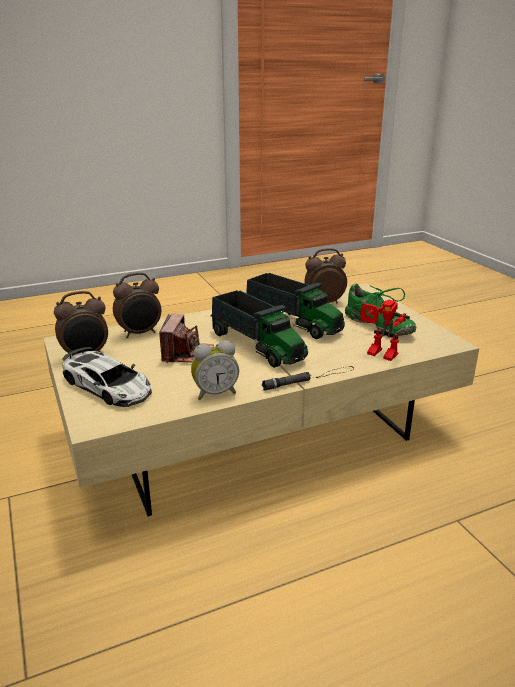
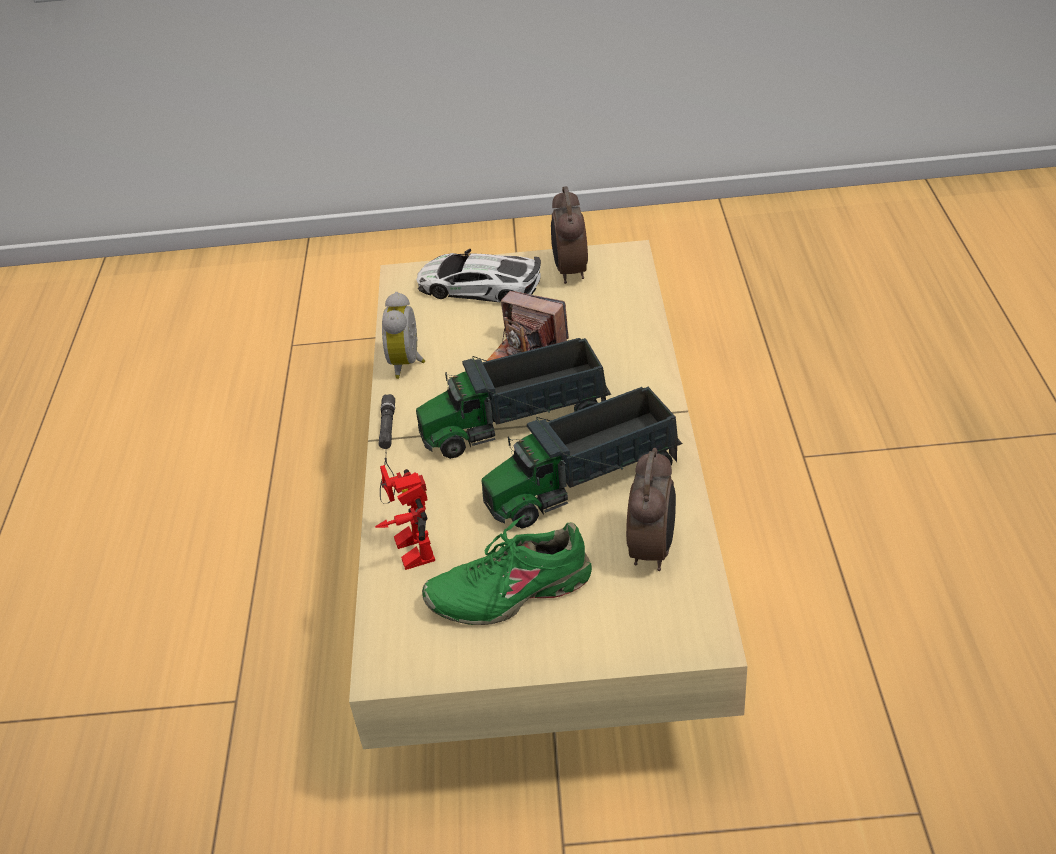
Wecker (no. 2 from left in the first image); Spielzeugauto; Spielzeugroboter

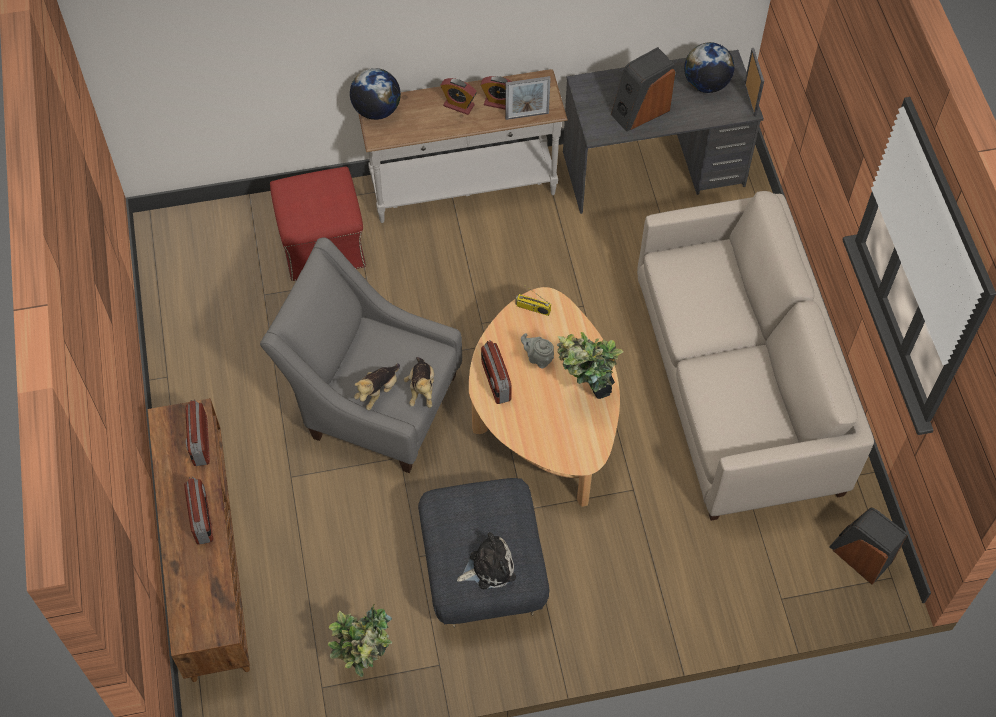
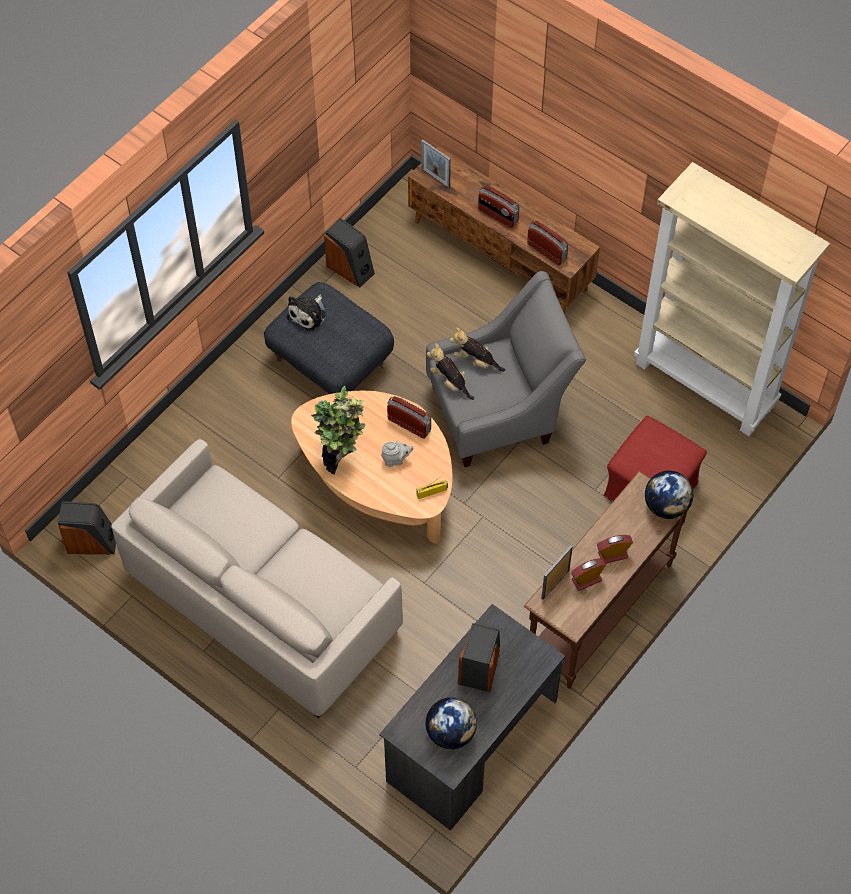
Bücherregal (beige); Bilderrahmen (no. 1 from left); Lautsprecher (no. 2 from left); Konsolentisch (braun); Plüschtier (no. 3 from left)

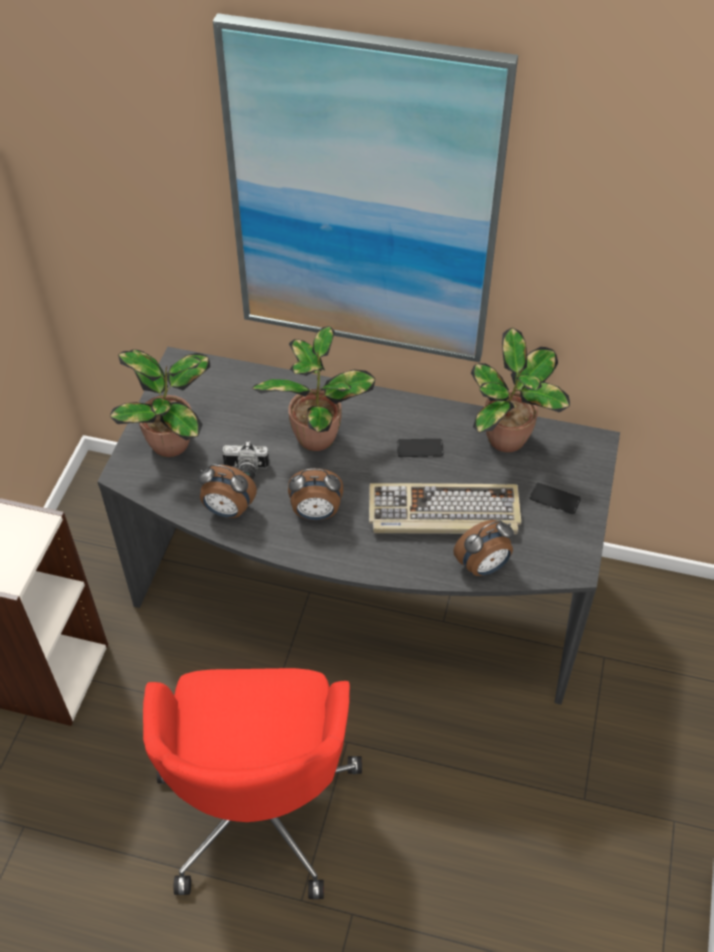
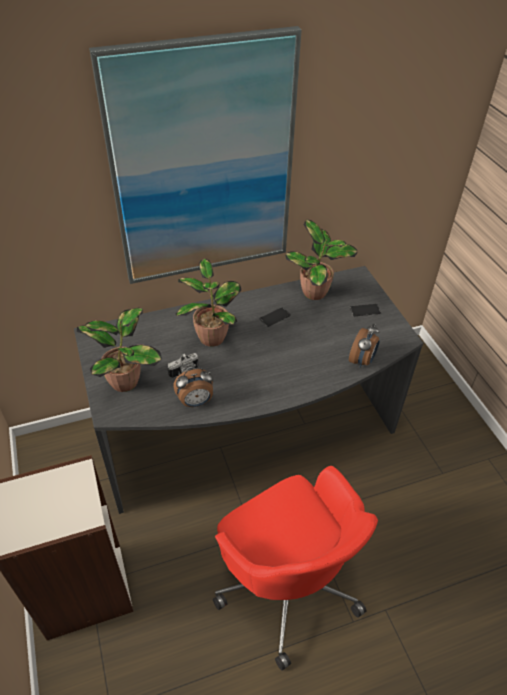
Wecker (no. 2 from left in the first image); Tastatur

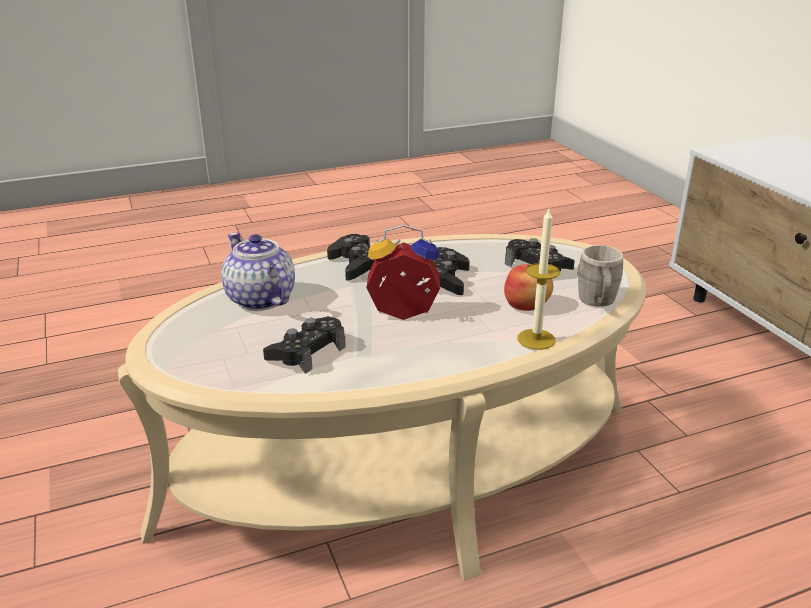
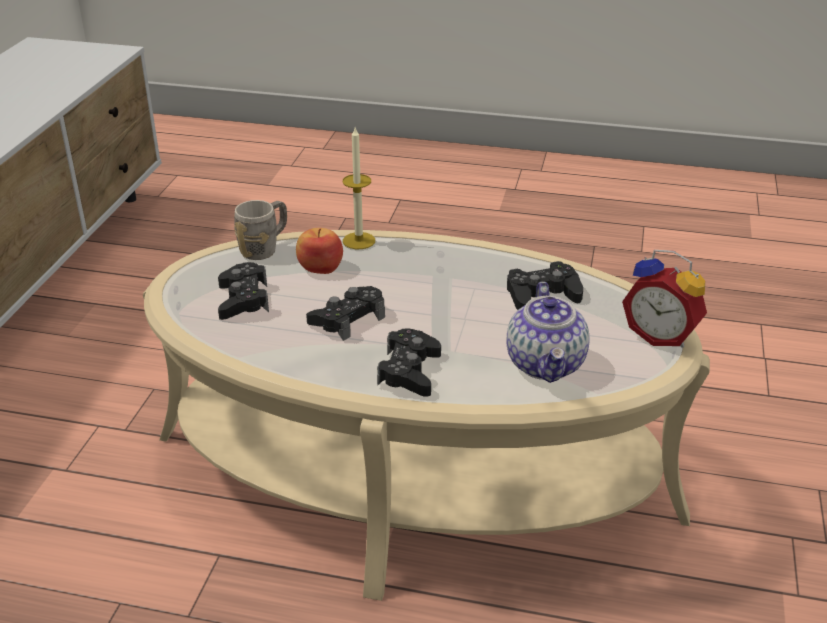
Wecker

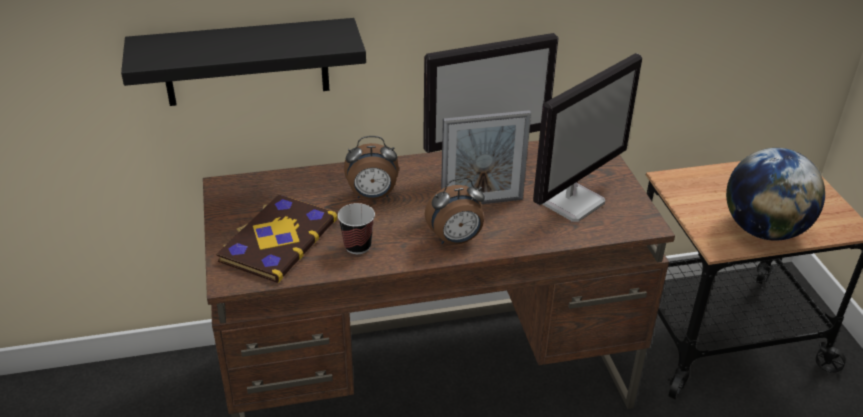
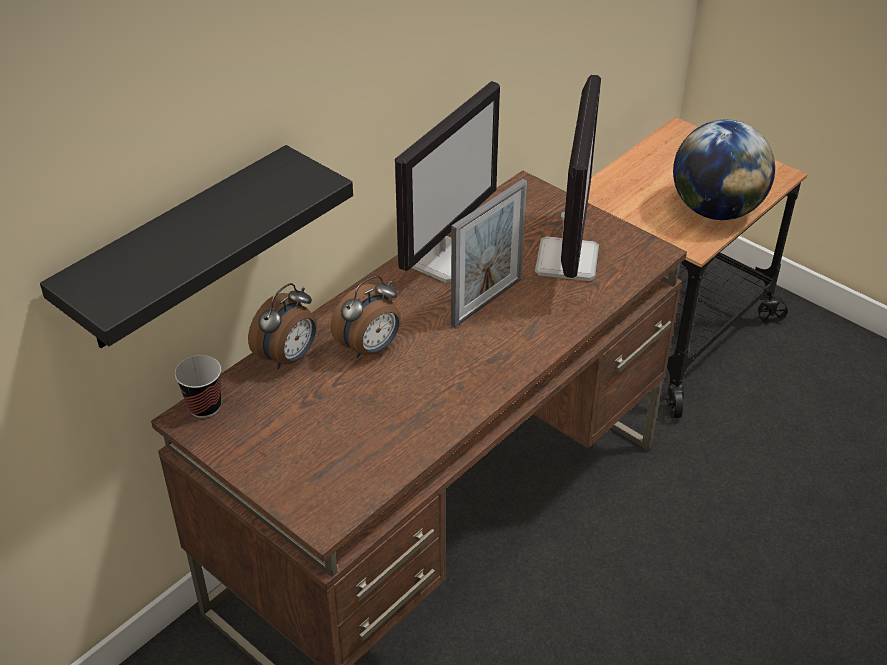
Buch; Tasse; Wecker (no. 1 from left)

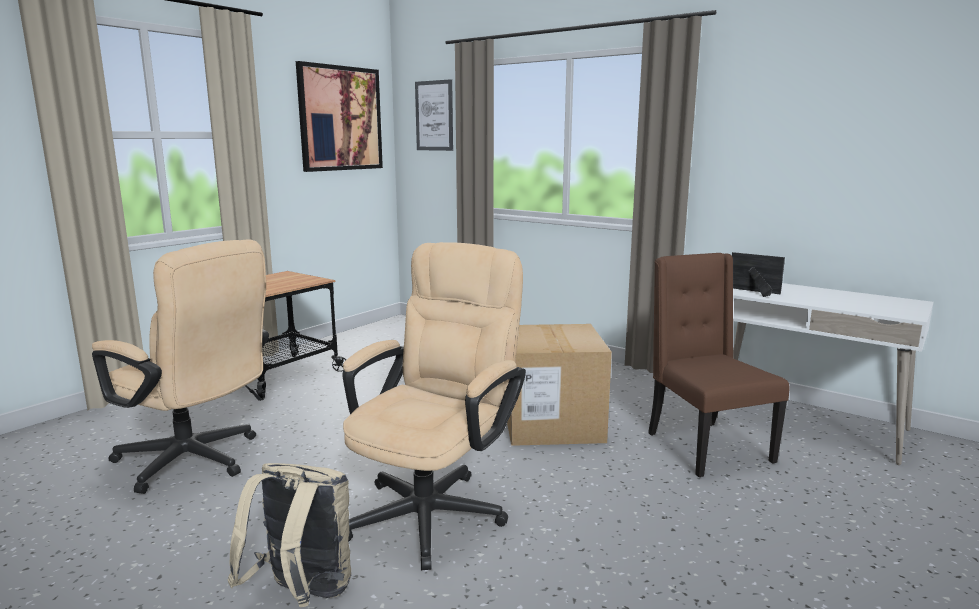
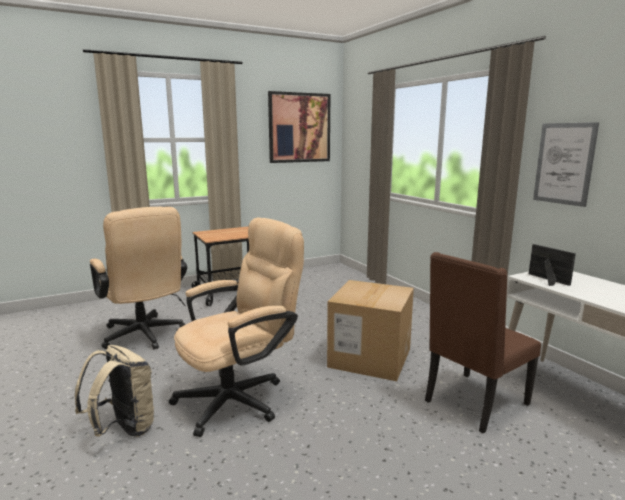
Bild (no. 2 from left); Stuhl (braun)

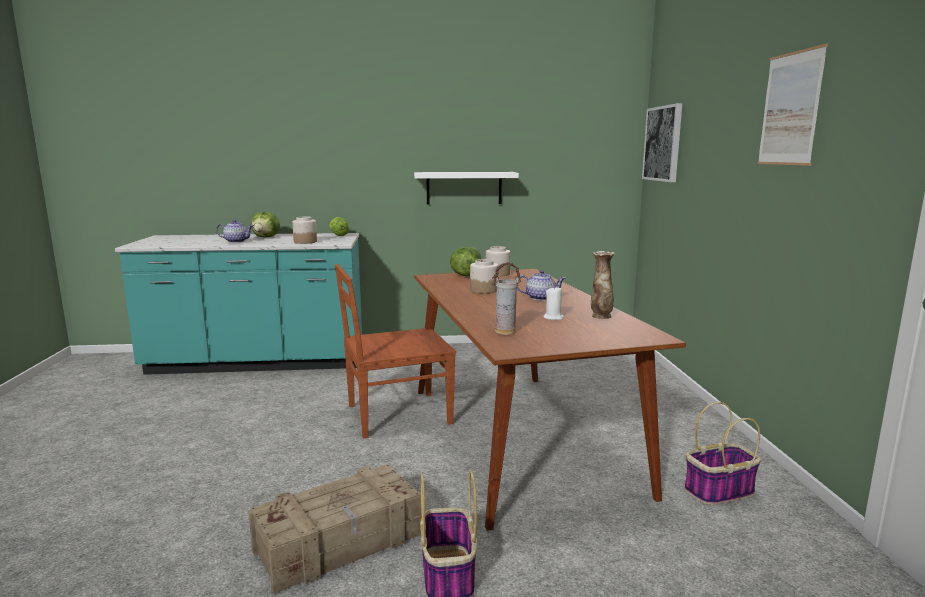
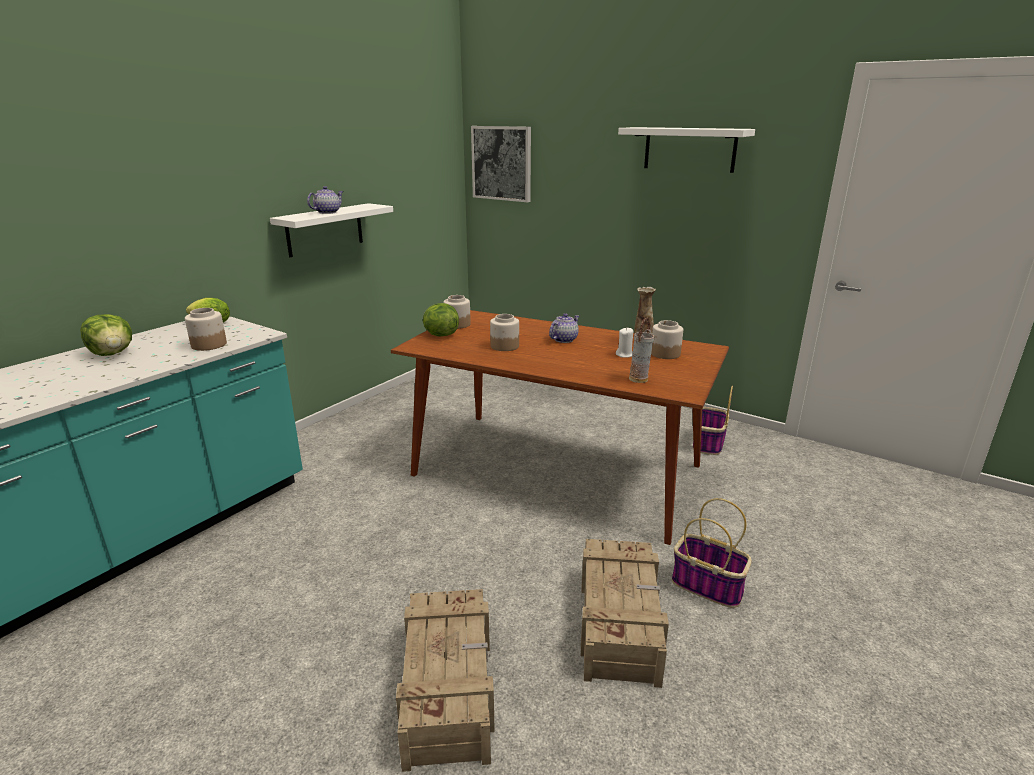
Stuhl (braun); Kiste (no. 1 from left); Vorratsglas (no. 4 from left); Teekanne (no. 1 from left); Wandregal (weiß) (no. 2 from left)

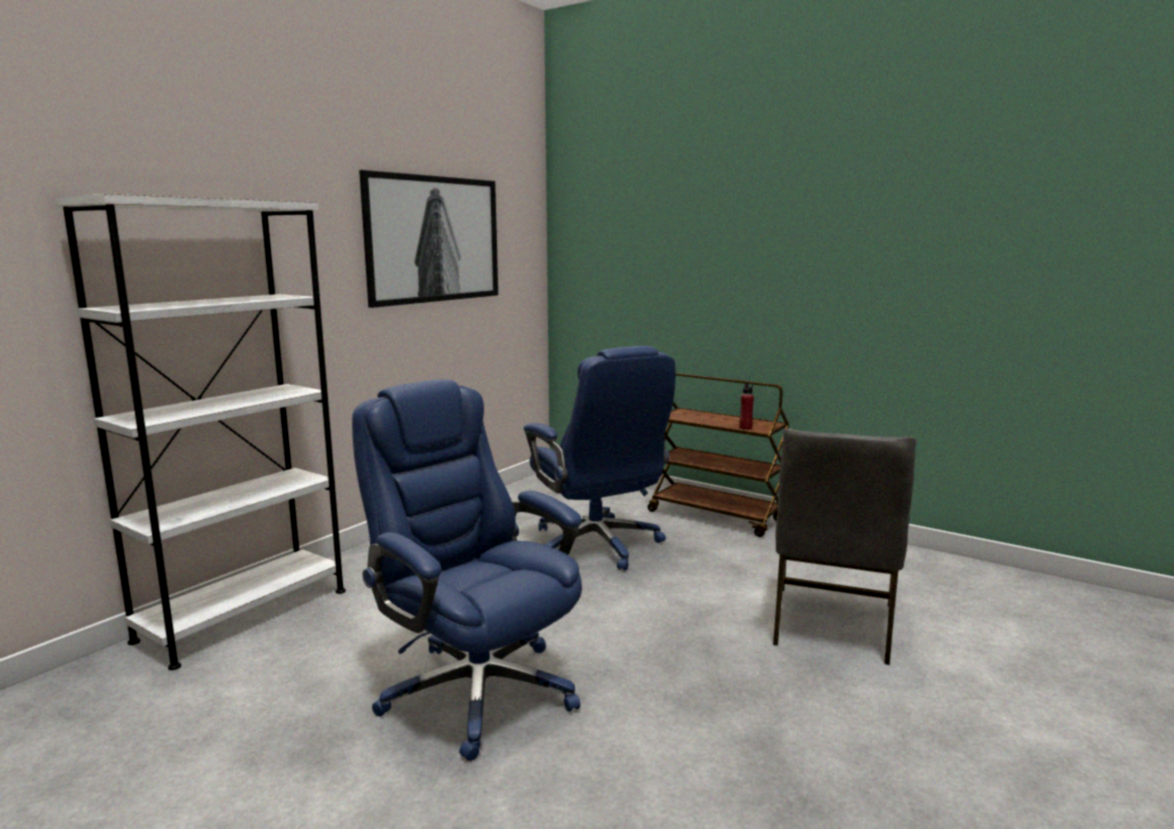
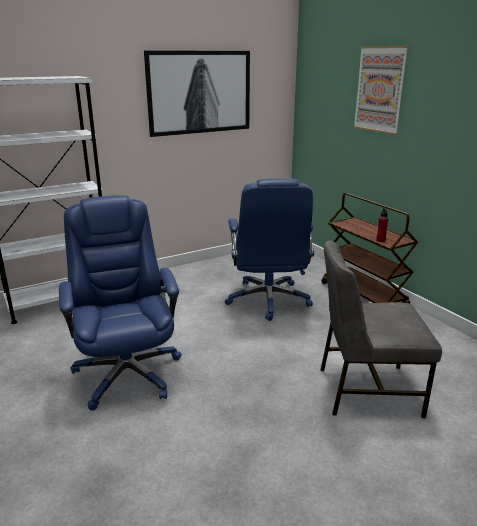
Bild (no. 2 from left); Stuhl (grau)

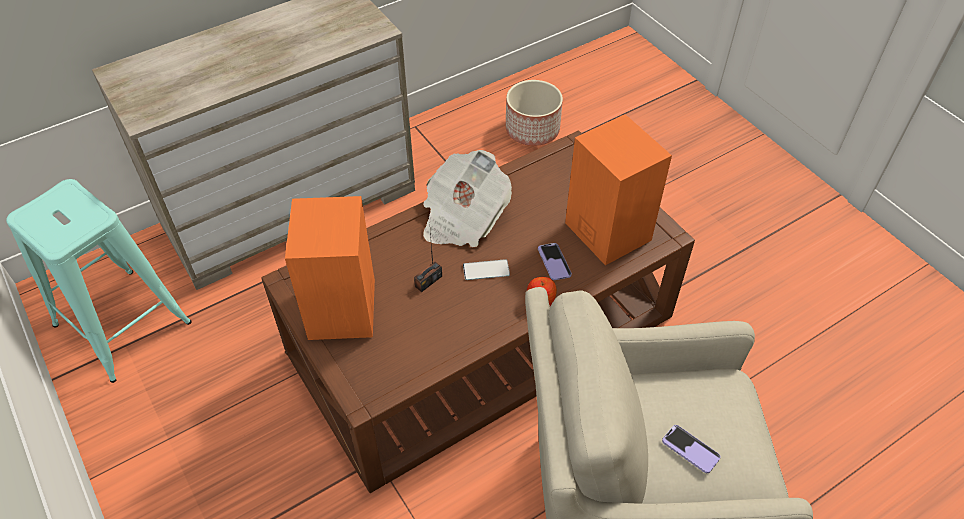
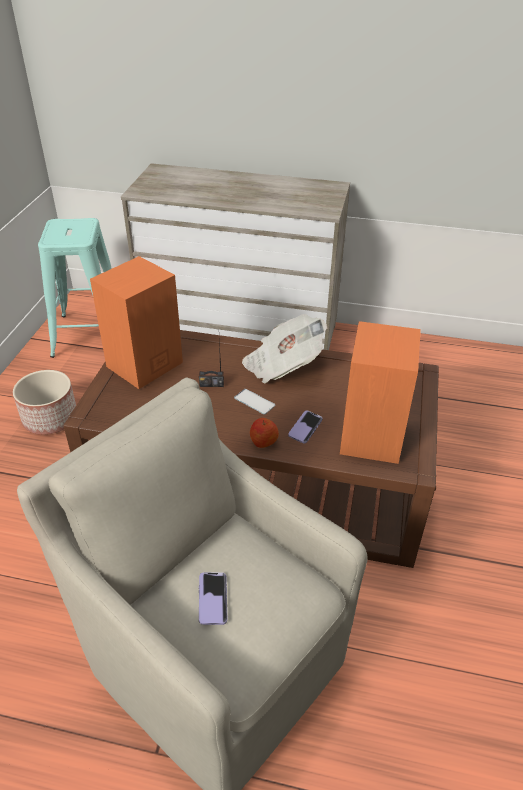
Pflanzkübel

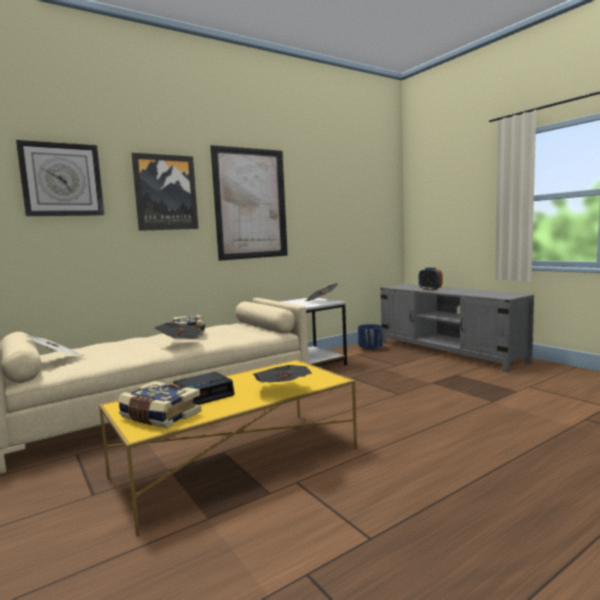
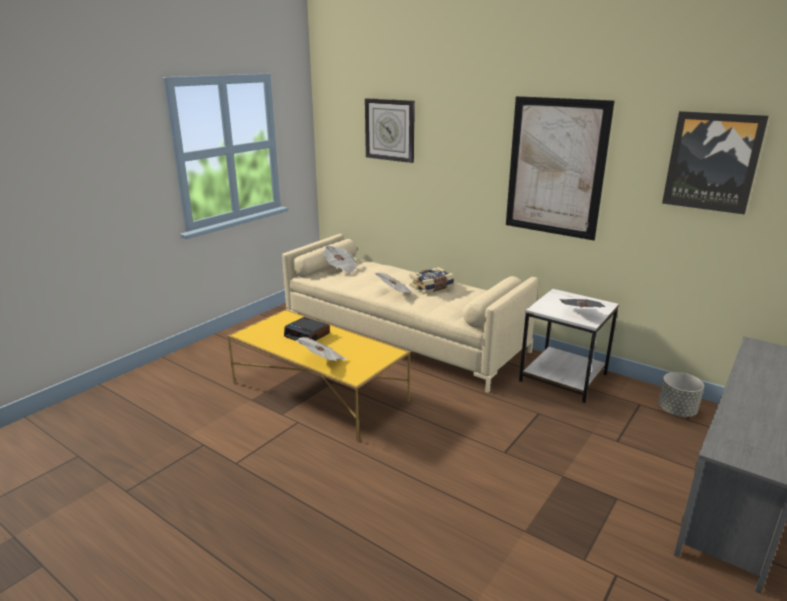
Buch (no. 1 from left in the first image); Wecker (no. 2 from left in the first image); Bild (no. 2 from left); Pflanzkübel (grau)

